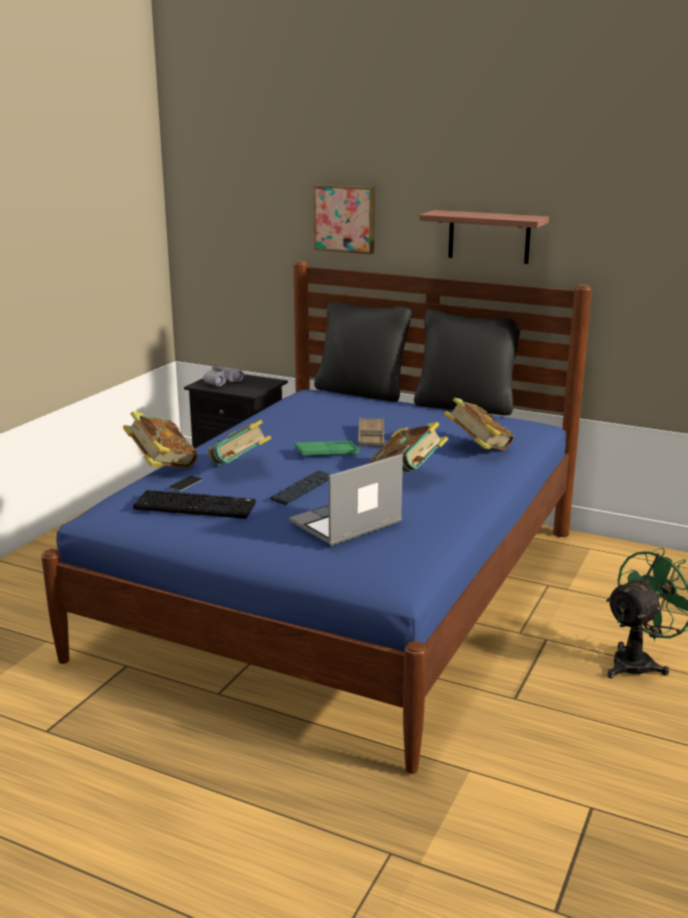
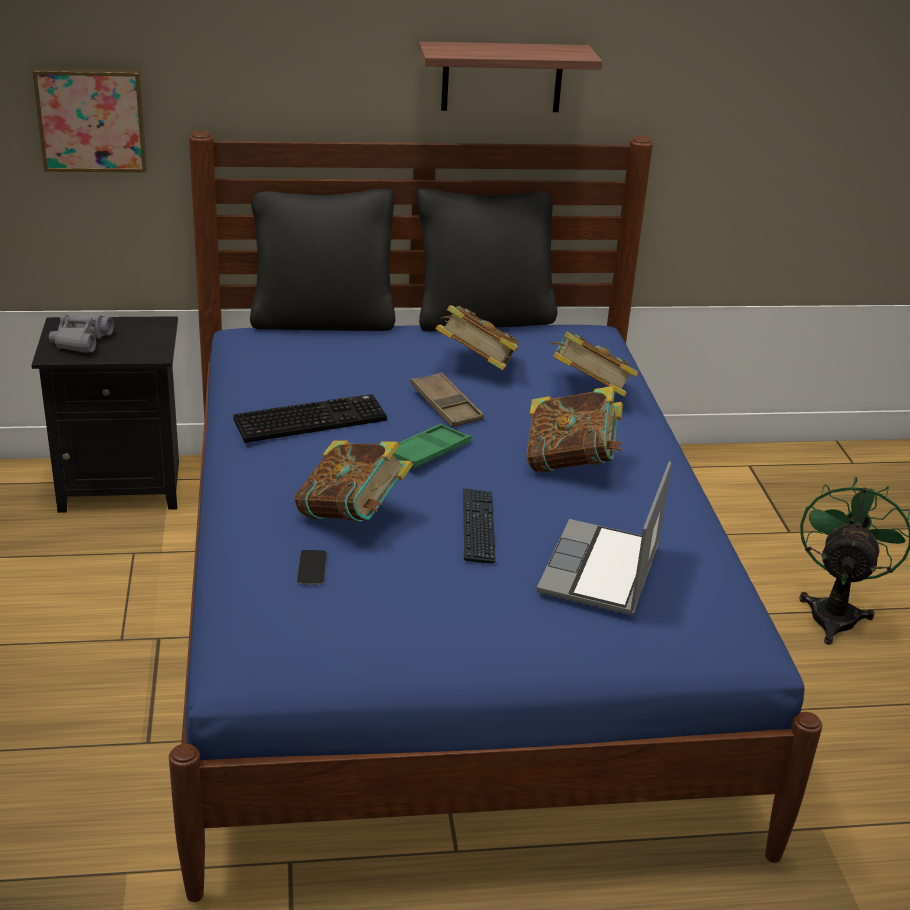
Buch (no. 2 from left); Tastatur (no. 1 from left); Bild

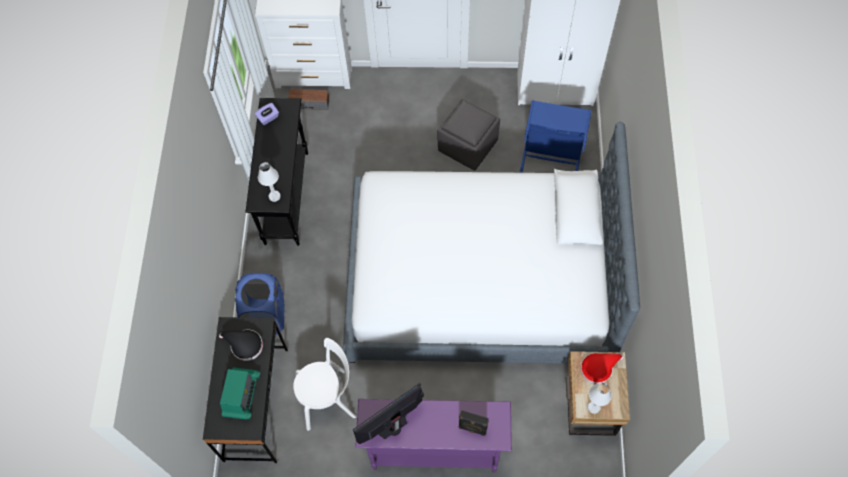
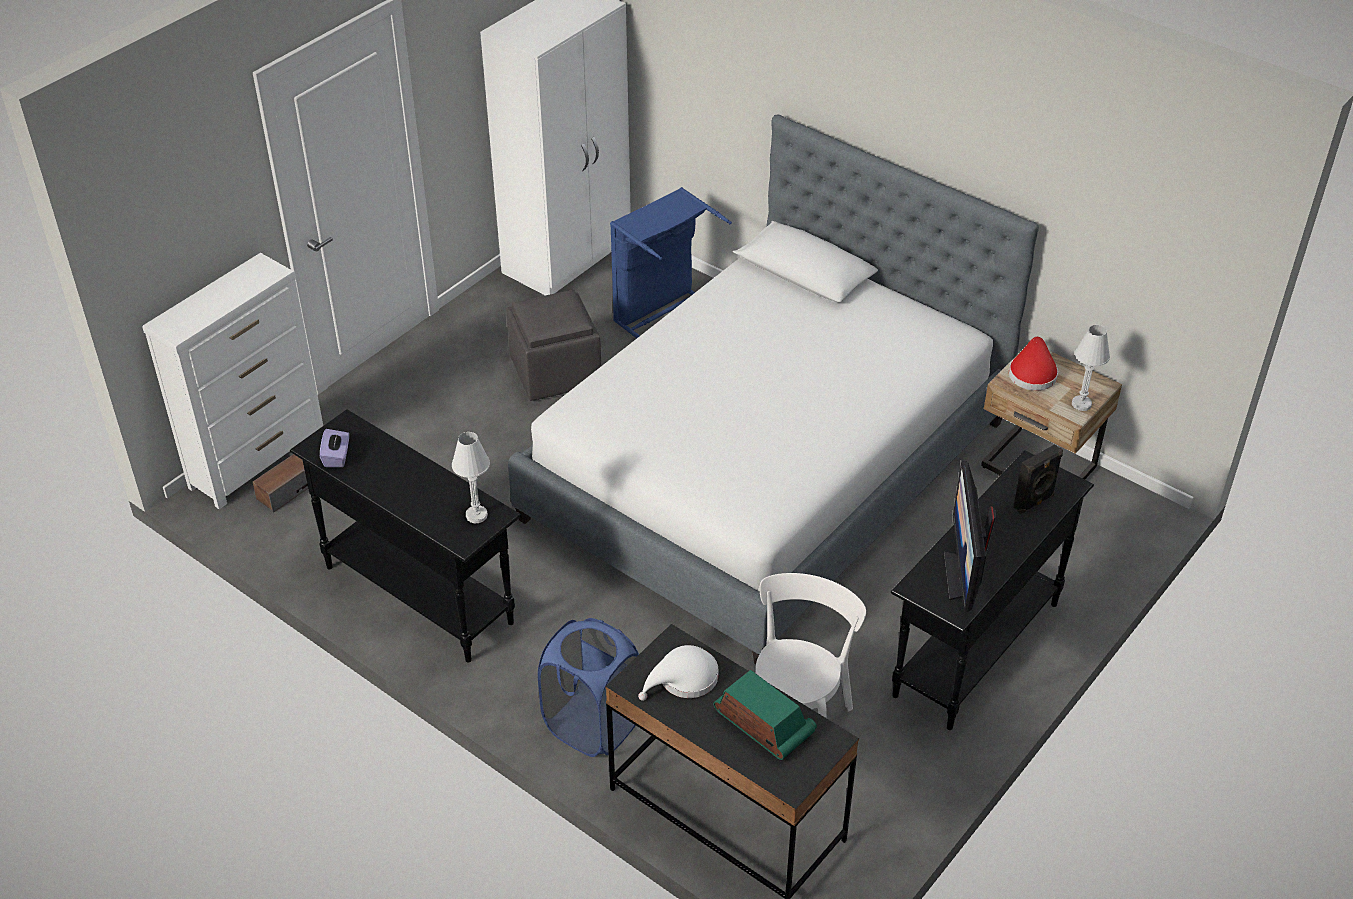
Hut (weiß); Konsolentisch (schwarz) (no. 2 from left)

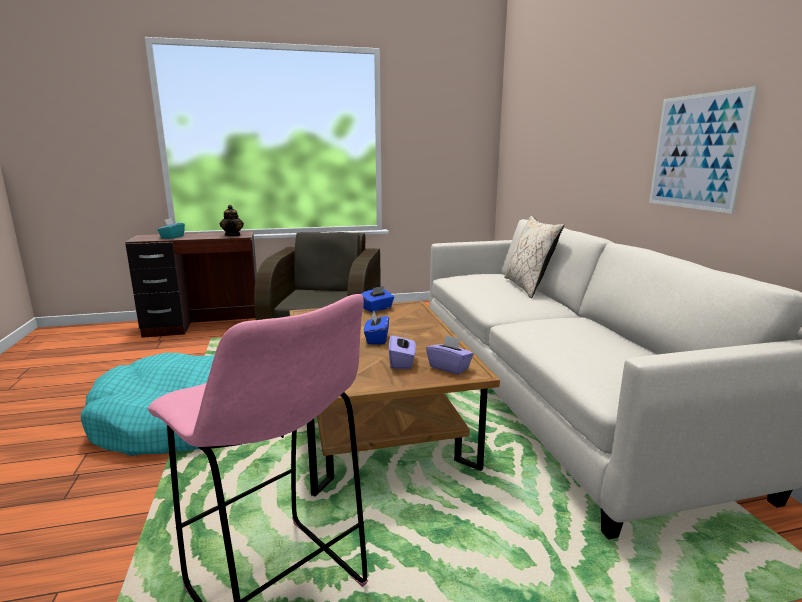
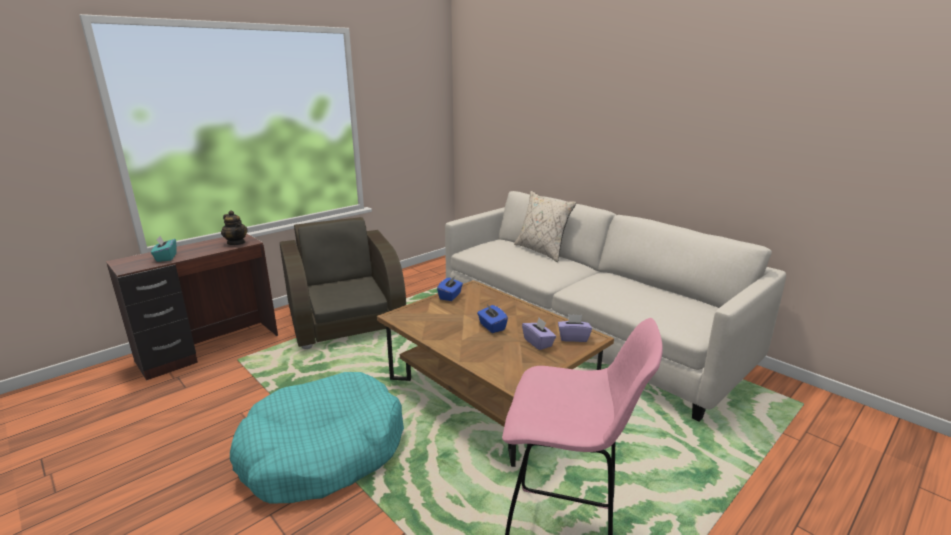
Bild

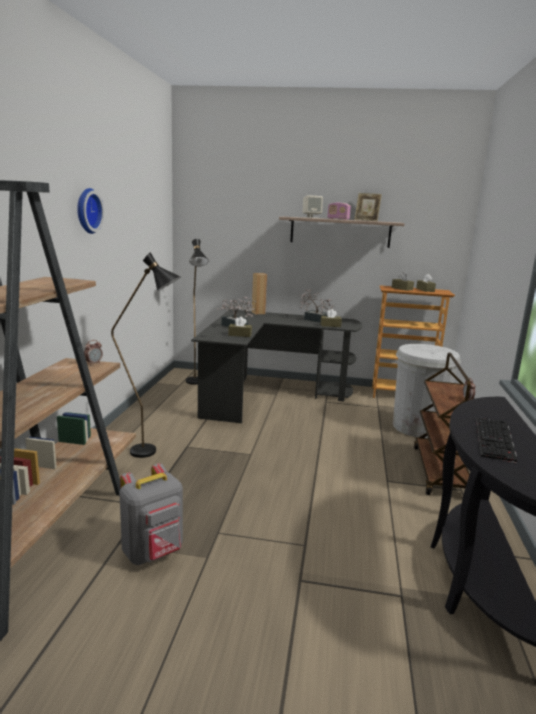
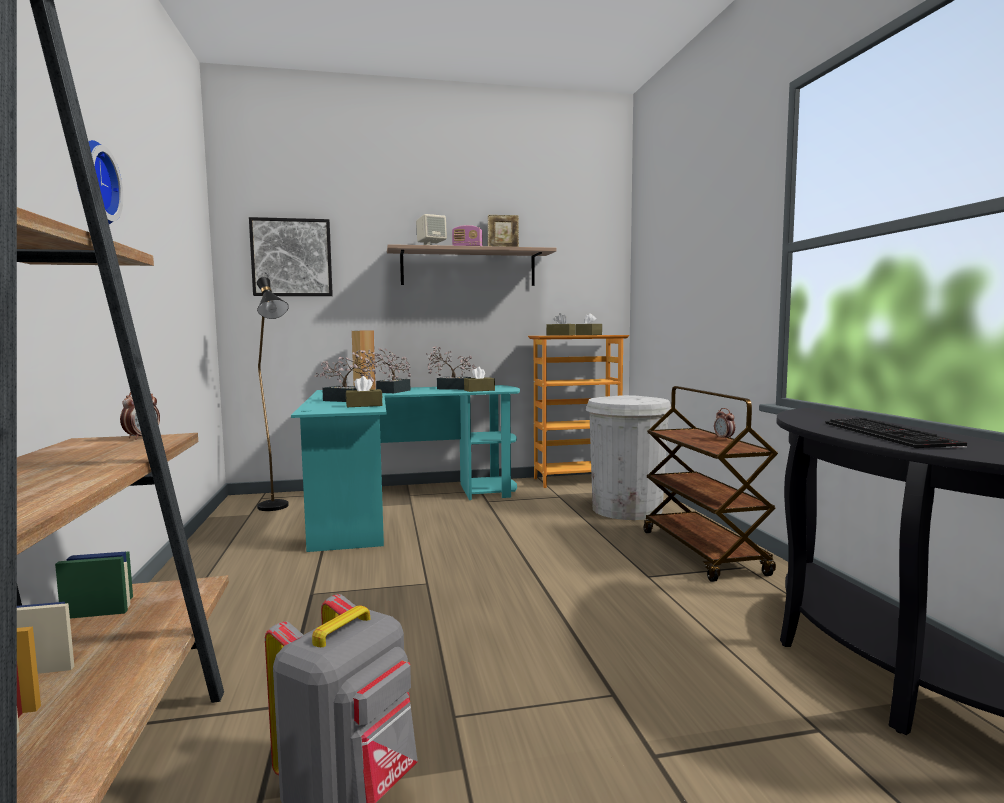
Stehlampe (schwarz) (no. 1 from left in the first image); Bild; Topfpflanze (no. 2 from left); Schreibtisch (türkis)

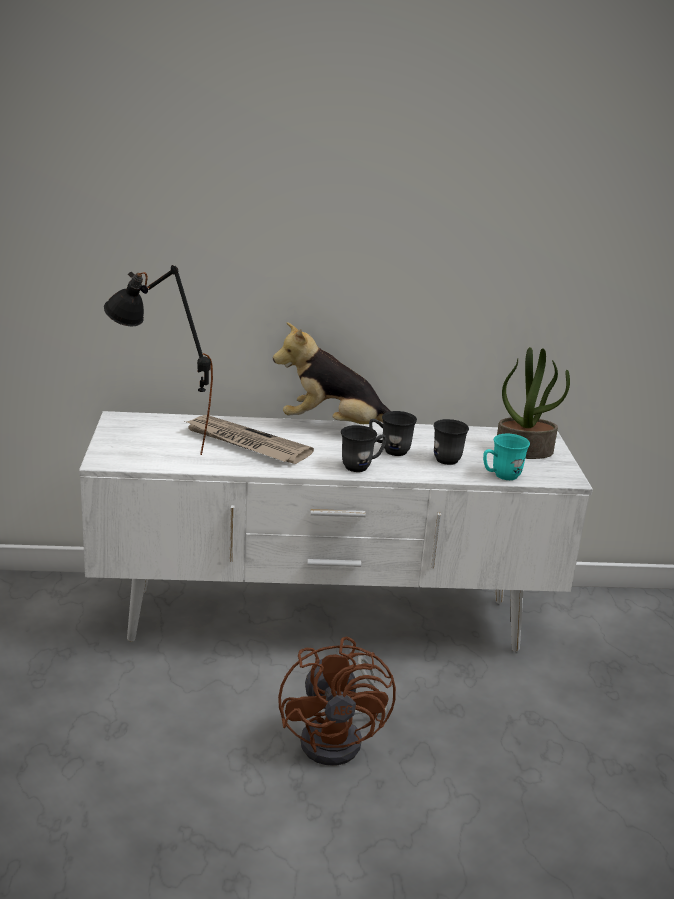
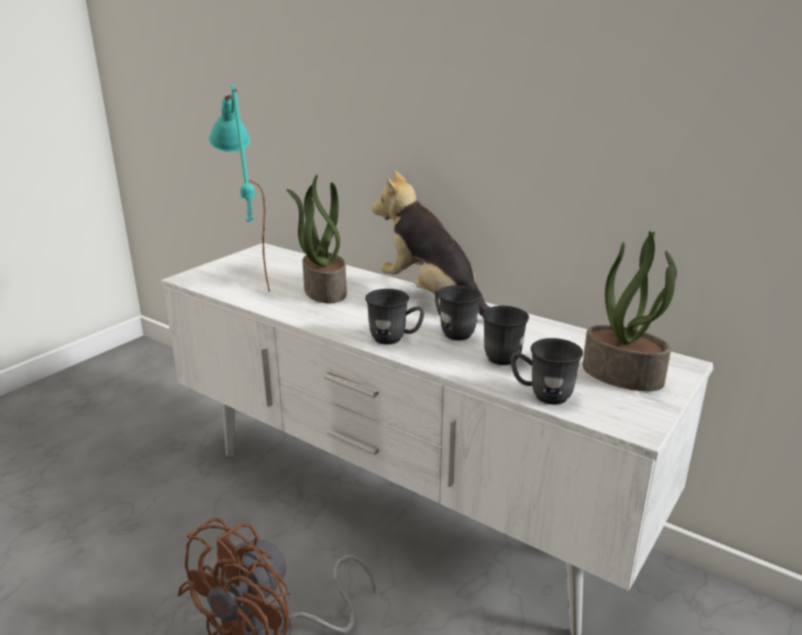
Topfpflanze (no. 1 from left); Tischlampe (türkis); Henkelbecher (grau) (no. 4 from left)

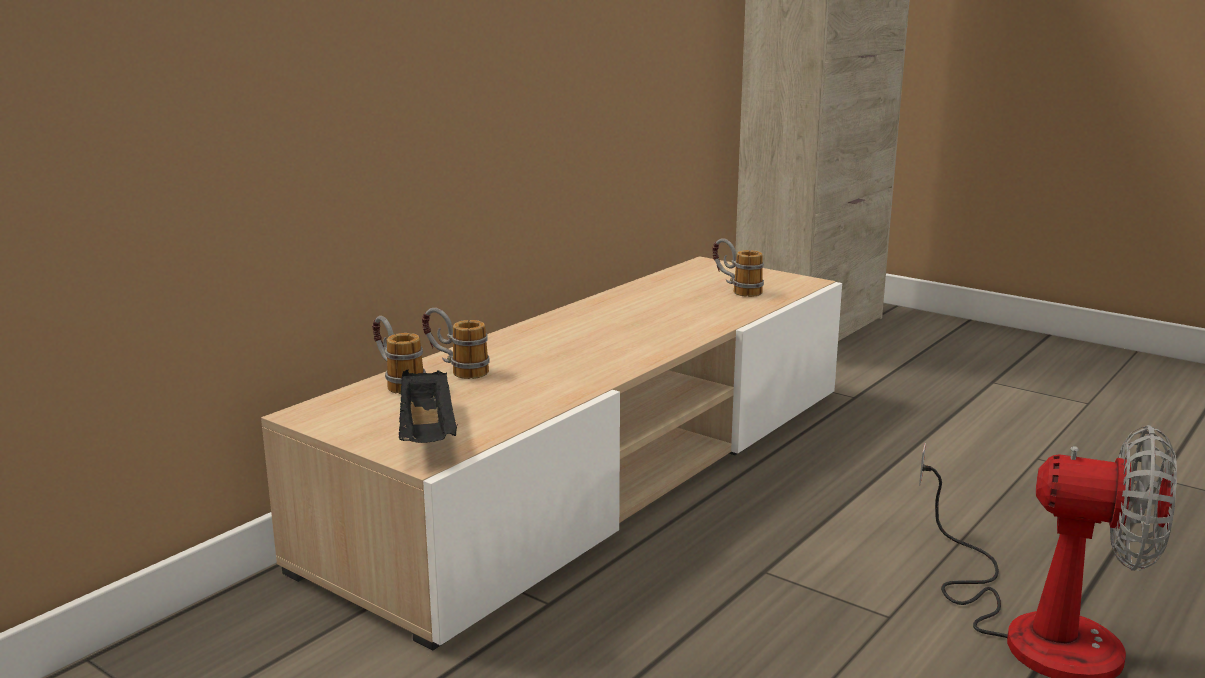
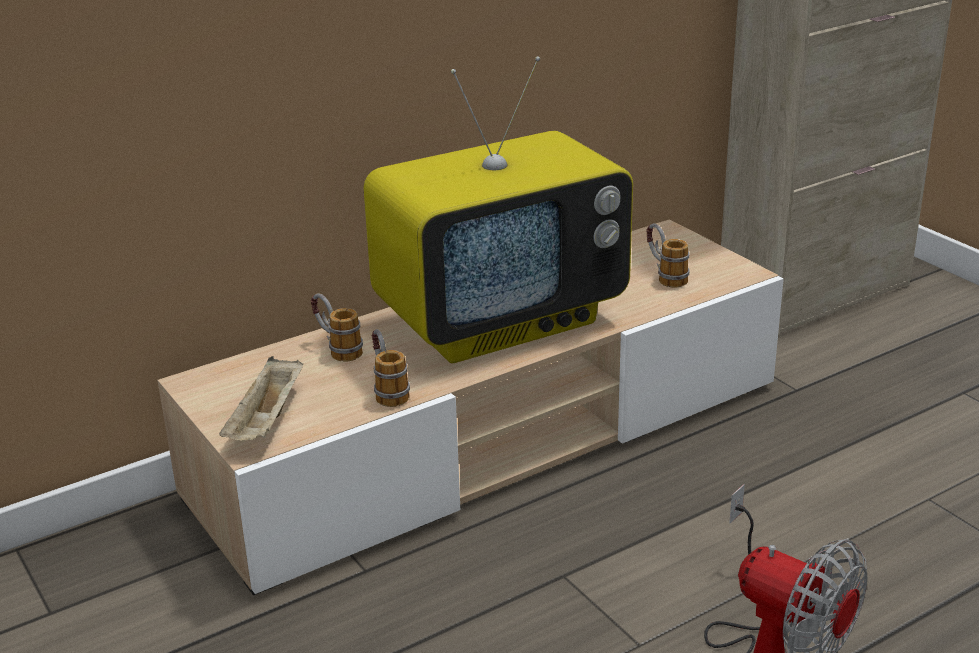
Fernseher; Henkelbecher (no. 2 from left); Tablett (beige)

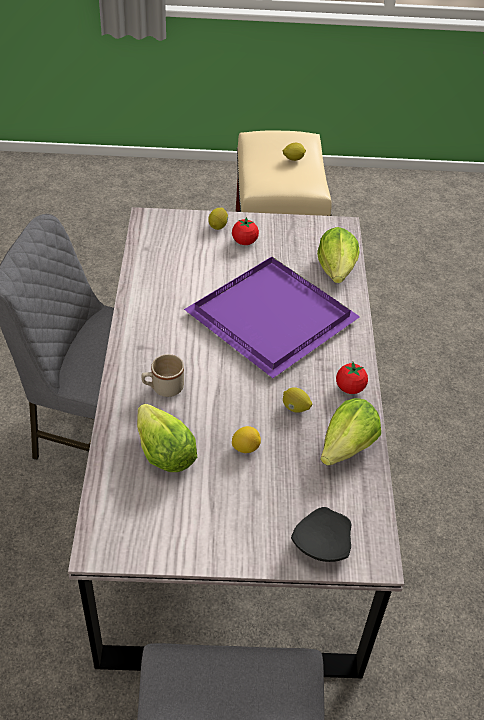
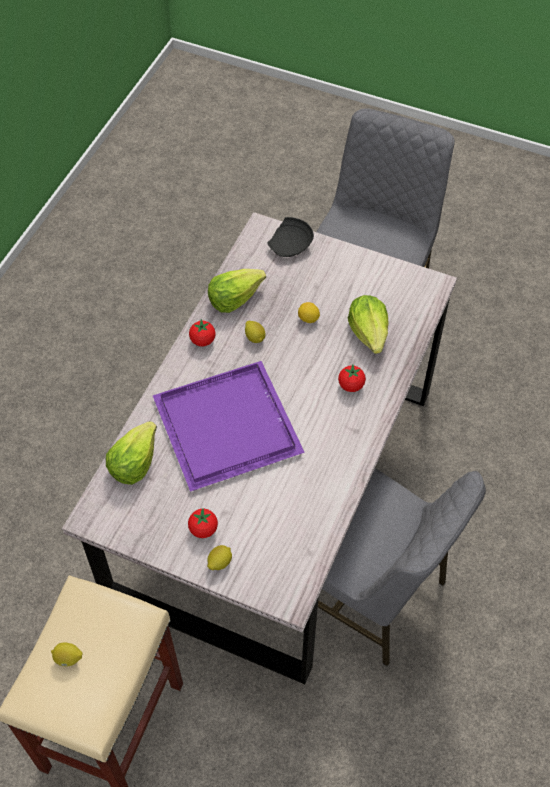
Tomate (no. 3 from left)

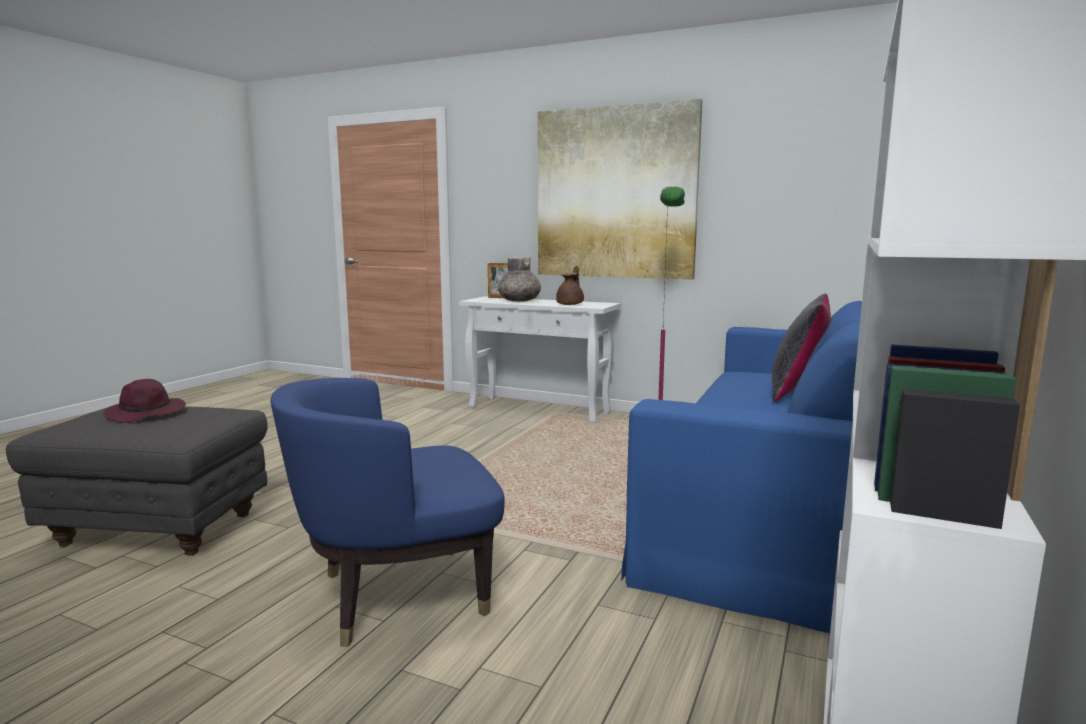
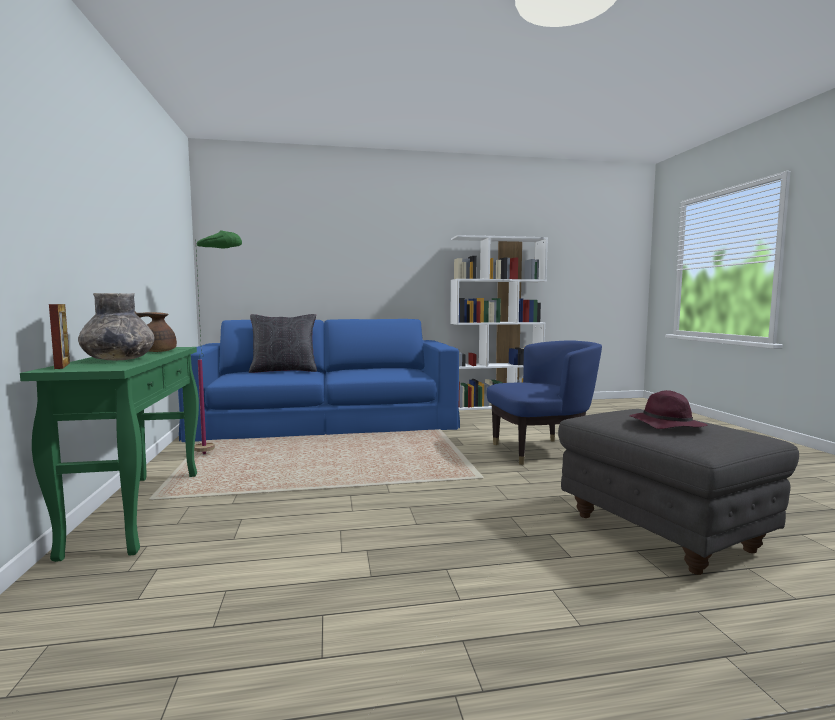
Bild; Konsolentisch (grün); Sessel (blau)

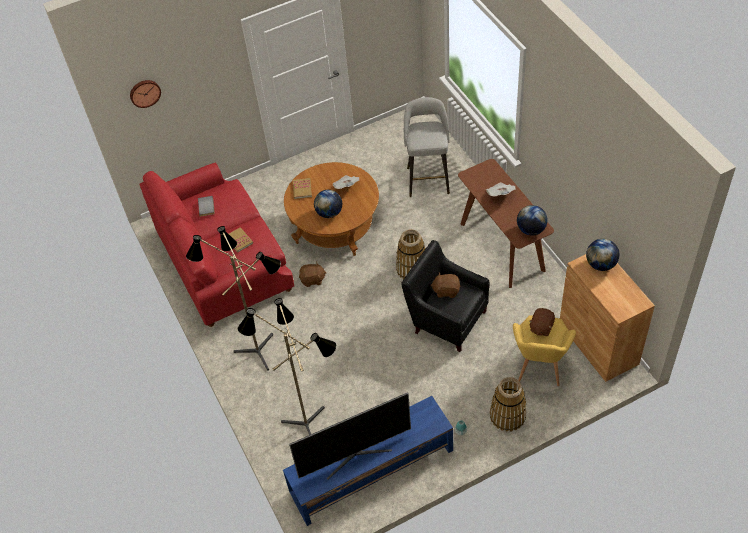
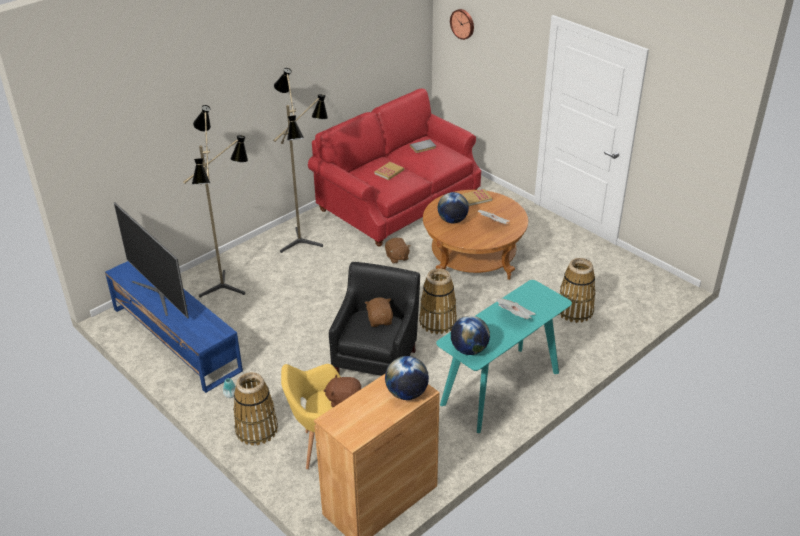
Korb (no. 3 from left); Konsolentisch (türkis)

